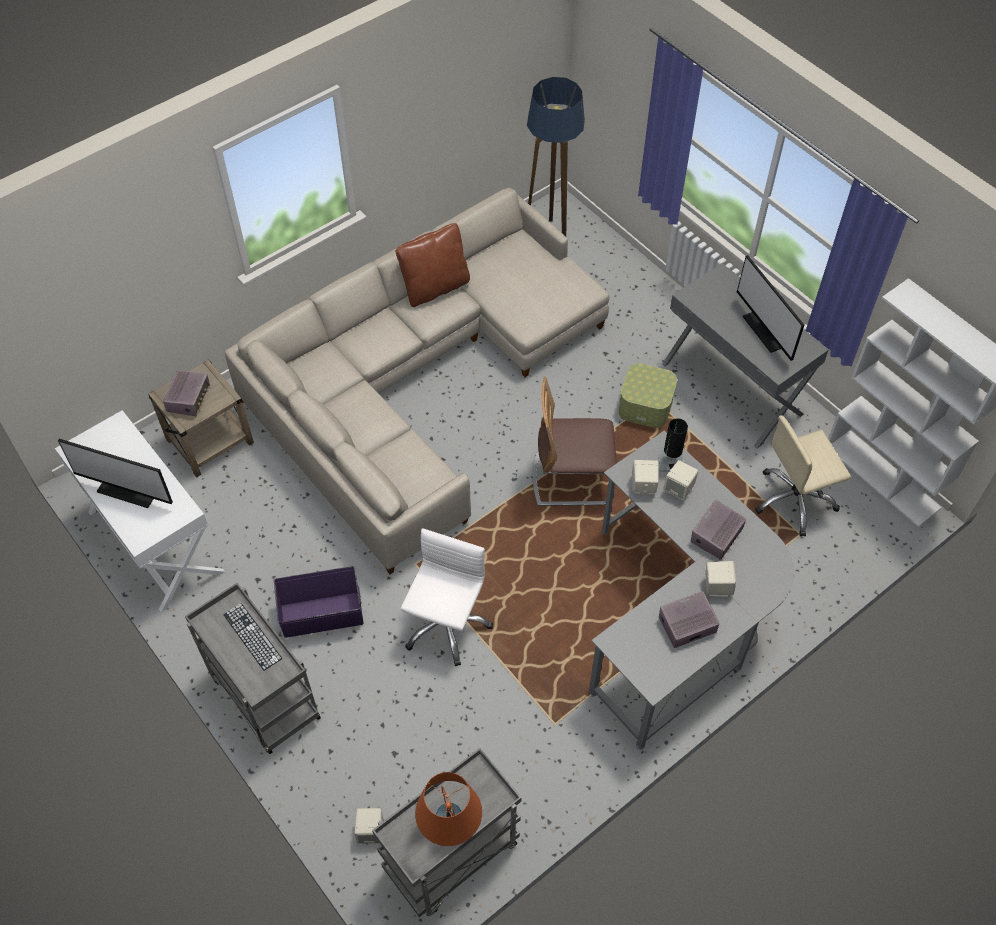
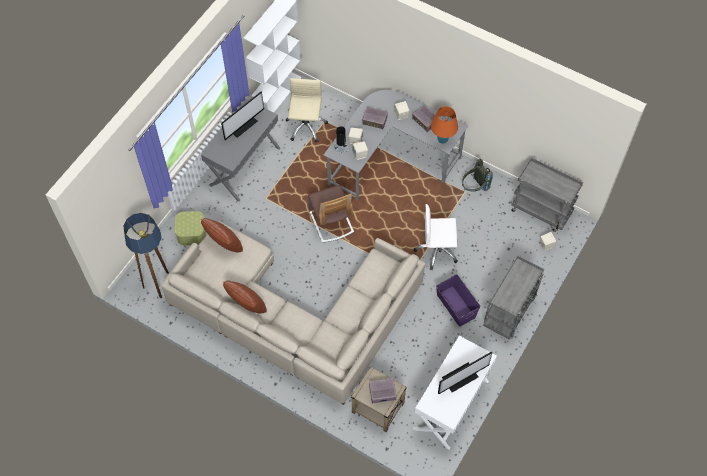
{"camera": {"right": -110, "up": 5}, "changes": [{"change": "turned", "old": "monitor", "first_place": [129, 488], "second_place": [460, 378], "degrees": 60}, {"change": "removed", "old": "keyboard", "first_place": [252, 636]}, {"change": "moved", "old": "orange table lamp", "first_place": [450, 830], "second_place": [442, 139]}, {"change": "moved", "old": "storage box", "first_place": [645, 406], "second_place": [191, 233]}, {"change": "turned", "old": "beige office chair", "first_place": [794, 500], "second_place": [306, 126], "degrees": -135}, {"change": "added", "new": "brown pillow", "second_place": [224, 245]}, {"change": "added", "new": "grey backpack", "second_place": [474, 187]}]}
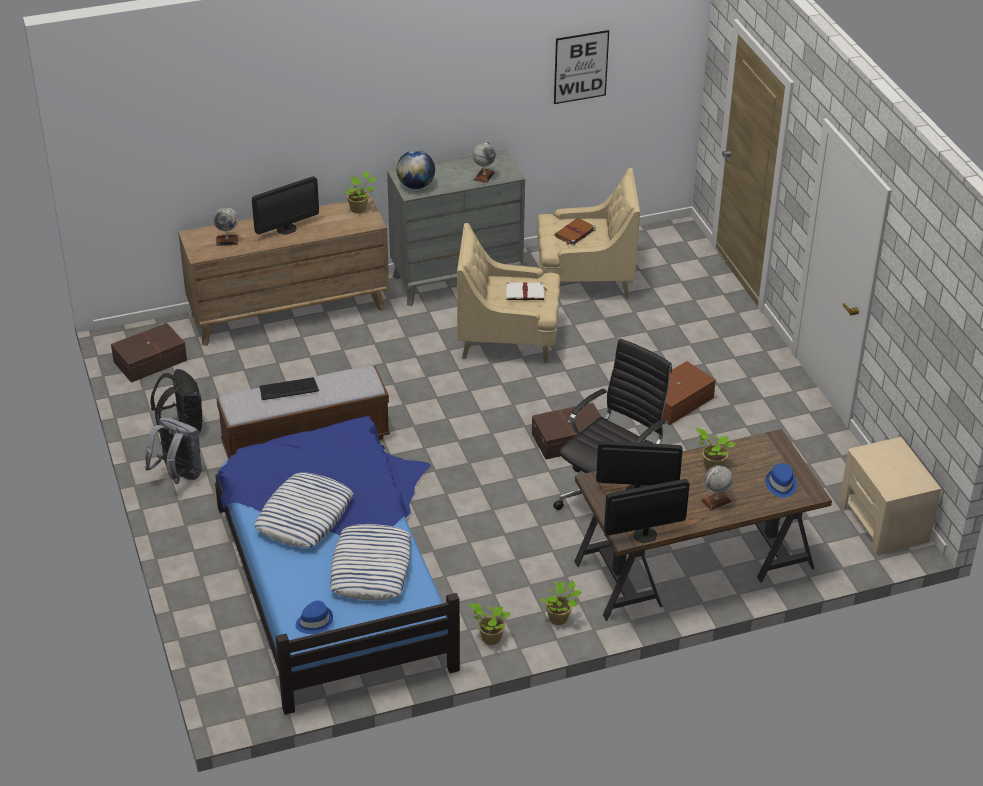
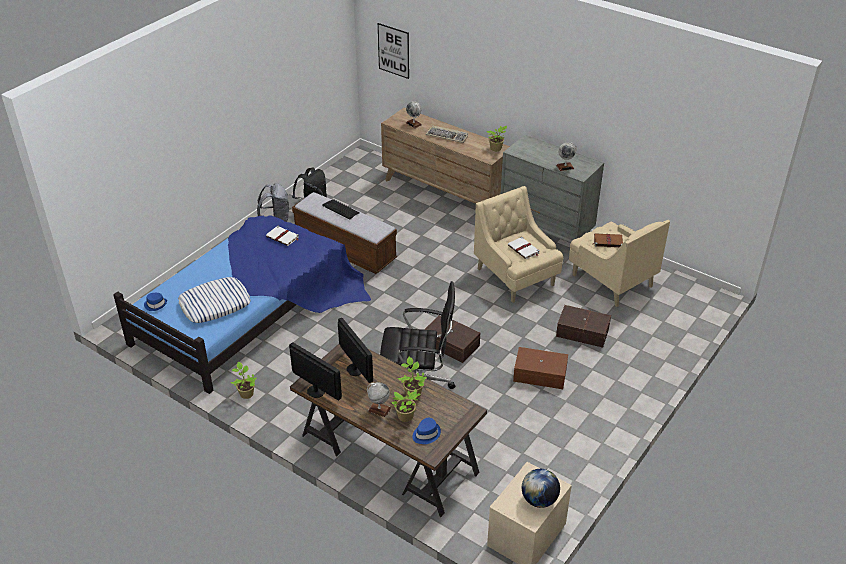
{"camera": {"right": 55, "up": 0}, "changes": [{"change": "moved", "old": "brown storage box", "first_place": [149, 361], "second_place": [582, 331]}, {"change": "replaced", "old": "monitor", "new": "keyboard", "first_place": [286, 229], "second_place": [447, 135]}, {"change": "removed", "old": "pillow", "first_place": [304, 516]}, {"change": "moved", "old": "globe", "first_place": [416, 185], "second_place": [539, 500]}, {"change": "moved", "old": "potted plant", "first_place": [559, 618], "second_place": [406, 417]}, {"change": "moved", "old": "picture", "first_place": [581, 67], "second_place": [393, 50]}, {"change": "added", "new": "white book", "second_place": [283, 237]}]}
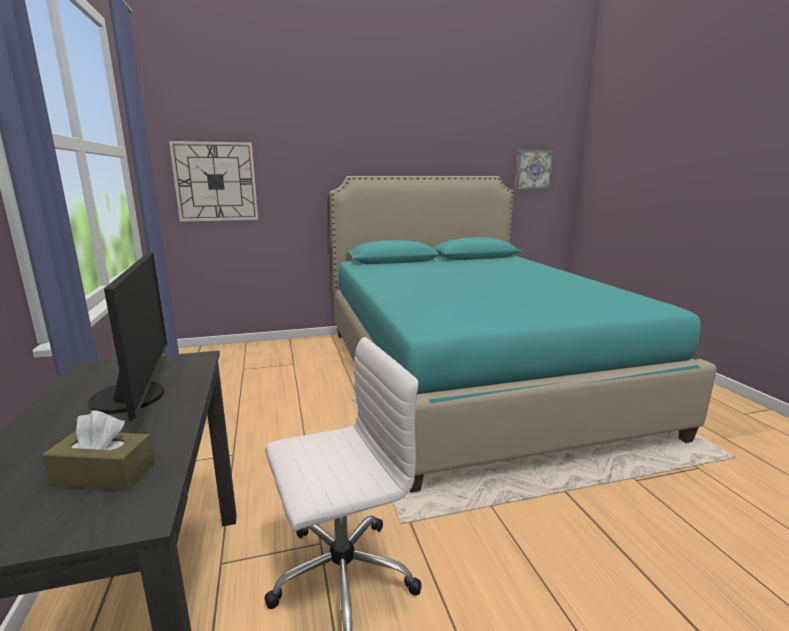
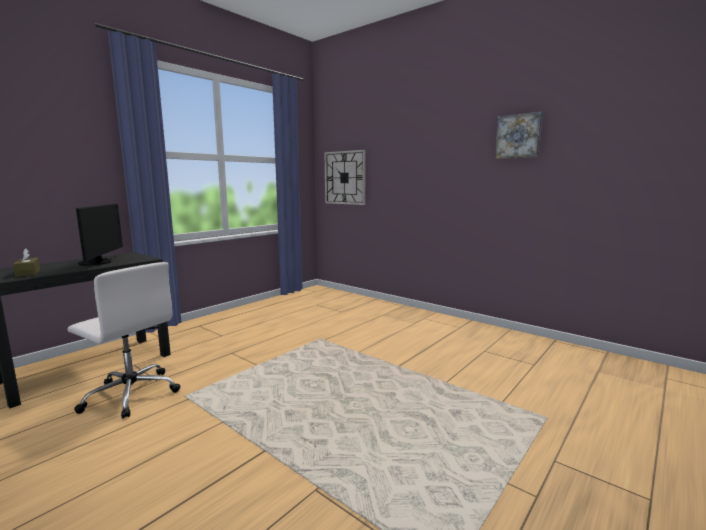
{"camera": {"right": 55, "up": -5}, "changes": [{"change": "turned", "old": "monitor", "first_place": [137, 396], "second_place": [99, 262], "degrees": -45}, {"change": "removed", "old": "turquoise bed", "first_place": [470, 376]}, {"change": "moved", "old": "picture", "first_place": [532, 169], "second_place": [518, 136]}]}
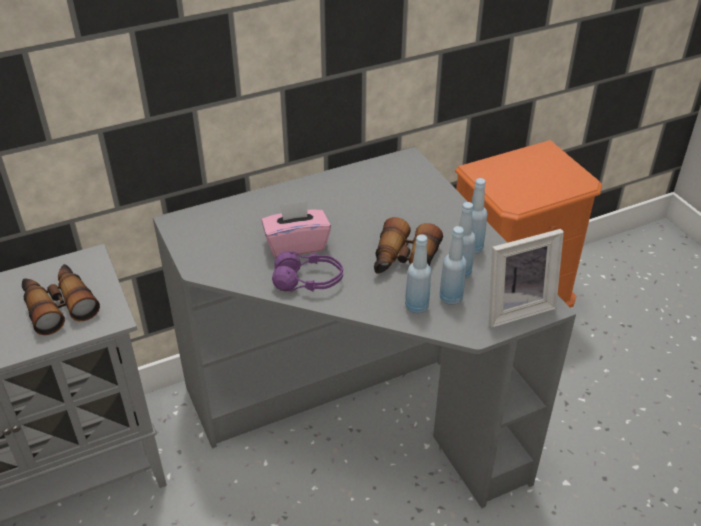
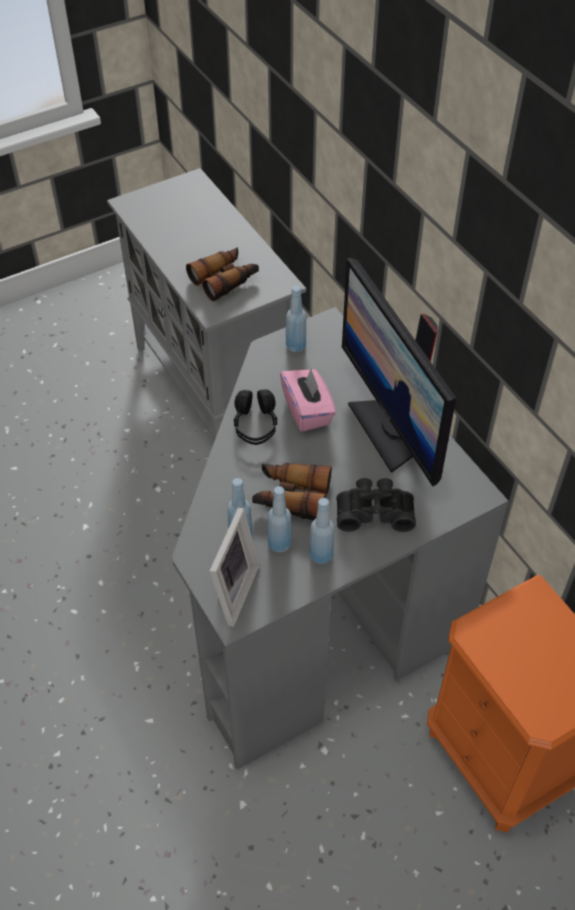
{"camera": {"right": 85, "up": 10}, "changes": [{"change": "recoloured", "old": "purple headphones", "new": "black headphones", "first_place": [308, 281], "second_place": [255, 425]}, {"change": "moved", "old": "blue bottle", "first_place": [416, 306], "second_place": [295, 346]}, {"change": "turned", "old": "picture frame", "first_place": [515, 307], "second_place": [230, 591], "degrees": -135}, {"change": "added", "new": "black binoculars", "second_place": [374, 511]}, {"change": "added", "new": "monitor", "second_place": [391, 430]}]}
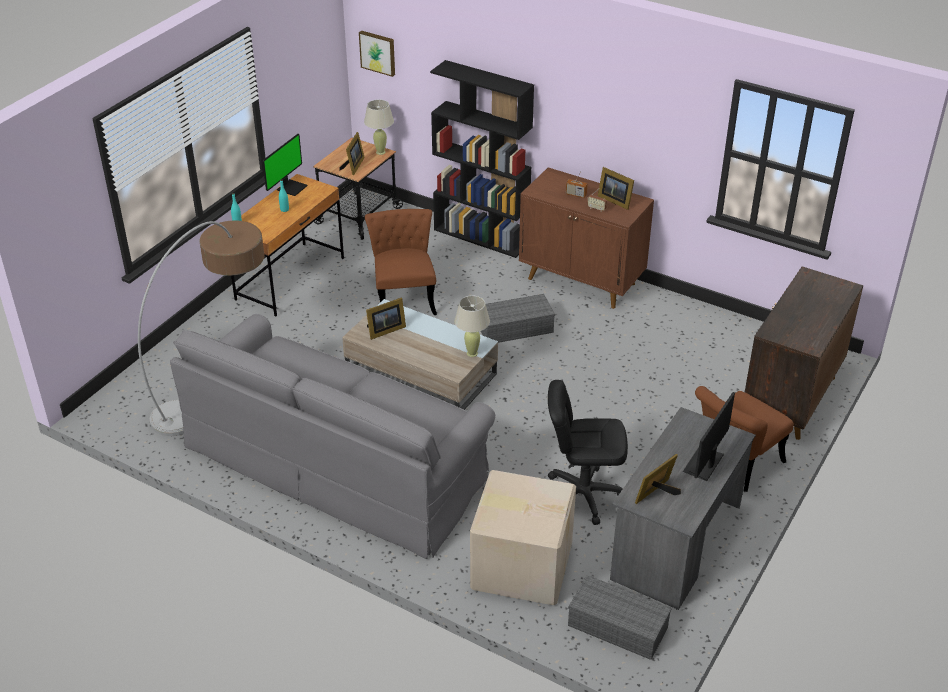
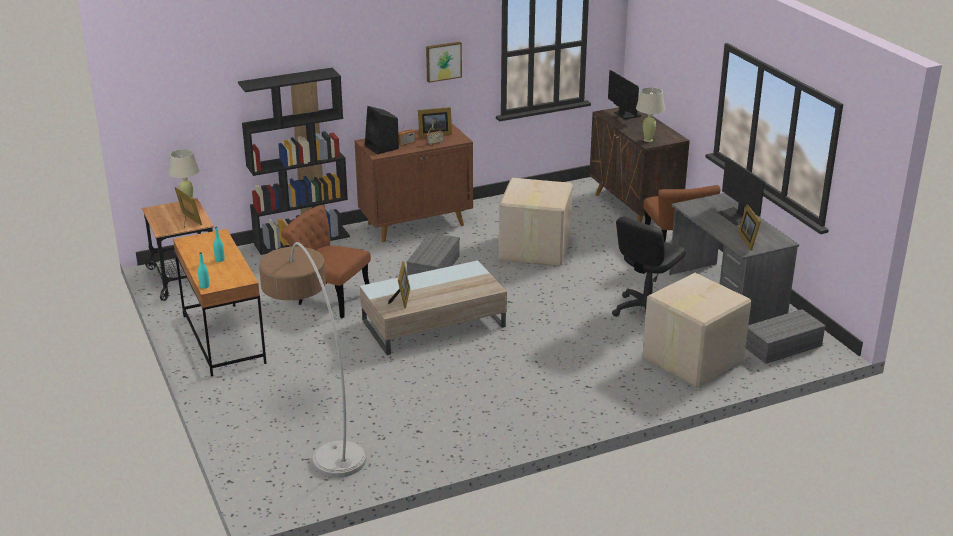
{"camera": {"right": -55, "up": -10}, "changes": [{"change": "removed", "old": "grey sofa", "first_place": [338, 462]}, {"change": "moved", "old": "monitor", "first_place": [291, 187], "second_place": [626, 114]}, {"change": "moved", "old": "picture", "first_place": [378, 52], "second_place": [443, 61]}, {"change": "moved", "old": "beige table lamp", "first_place": [472, 353], "second_place": [648, 140]}, {"change": "added", "new": "black speaker", "second_place": [382, 147]}, {"change": "added", "new": "cardboard box", "second_place": [533, 249]}]}
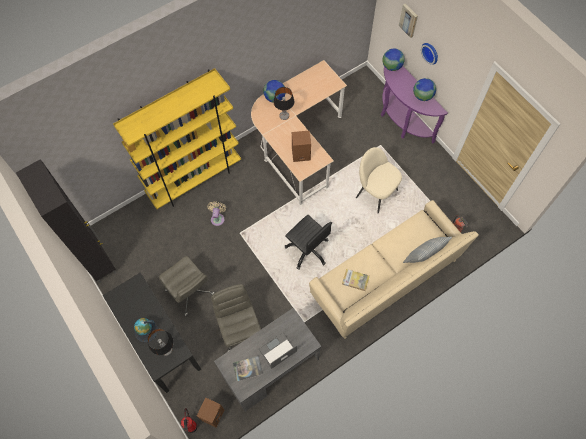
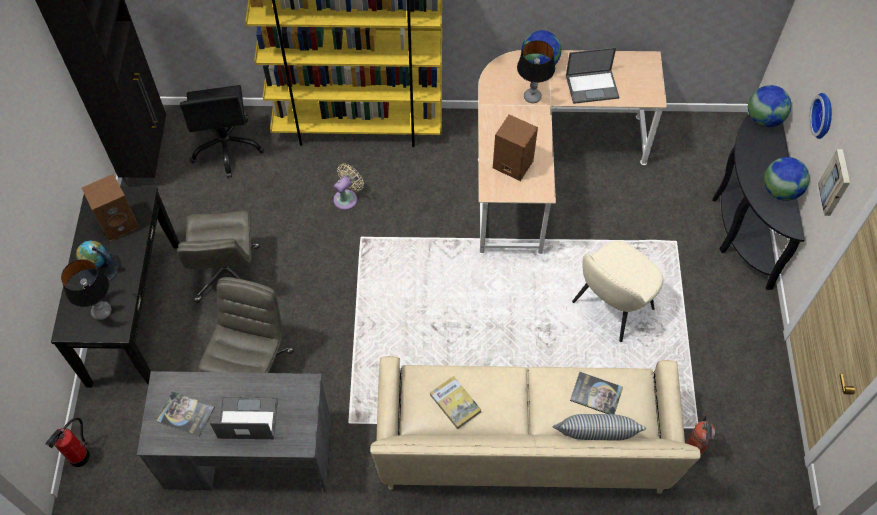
{"camera": {"right": 35, "up": -5}, "changes": [{"change": "moved", "old": "brown speaker", "first_place": [212, 414], "second_place": [119, 222]}, {"change": "moved", "old": "black office chair", "first_place": [308, 249], "second_place": [227, 147]}, {"change": "turned", "old": "beige chair", "first_place": [375, 193], "second_place": [611, 307], "degrees": -120}, {"change": "recoloured", "old": "purple console table", "new": "black console table", "first_place": [401, 120], "second_place": [740, 224]}, {"change": "moved", "old": "picture", "first_place": [409, 20], "second_place": [836, 183]}, {"change": "added", "new": "laptop", "second_place": [592, 86]}, {"change": "added", "new": "book", "second_place": [596, 394]}]}
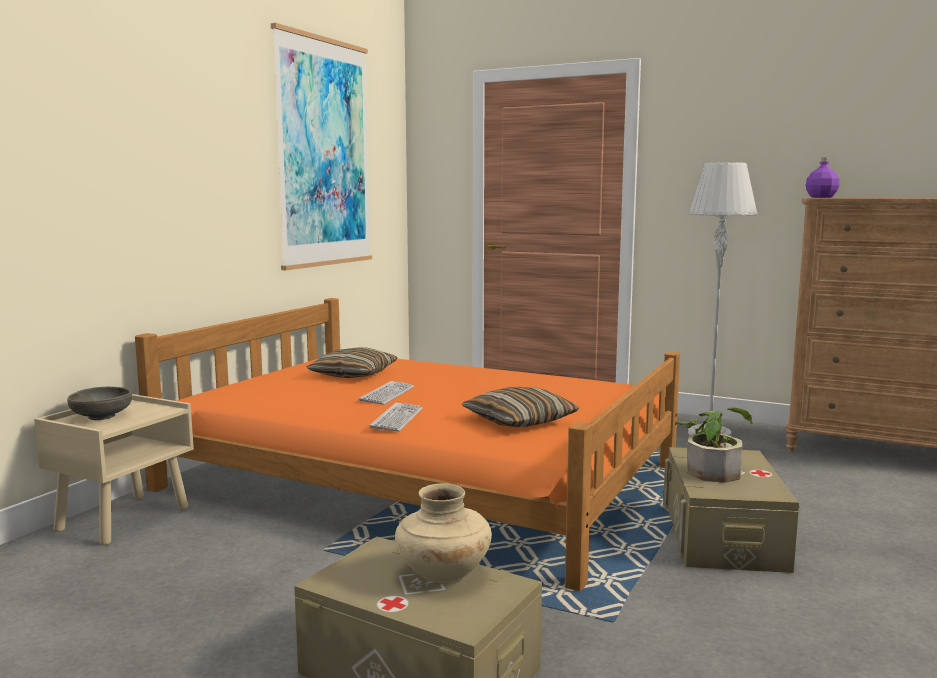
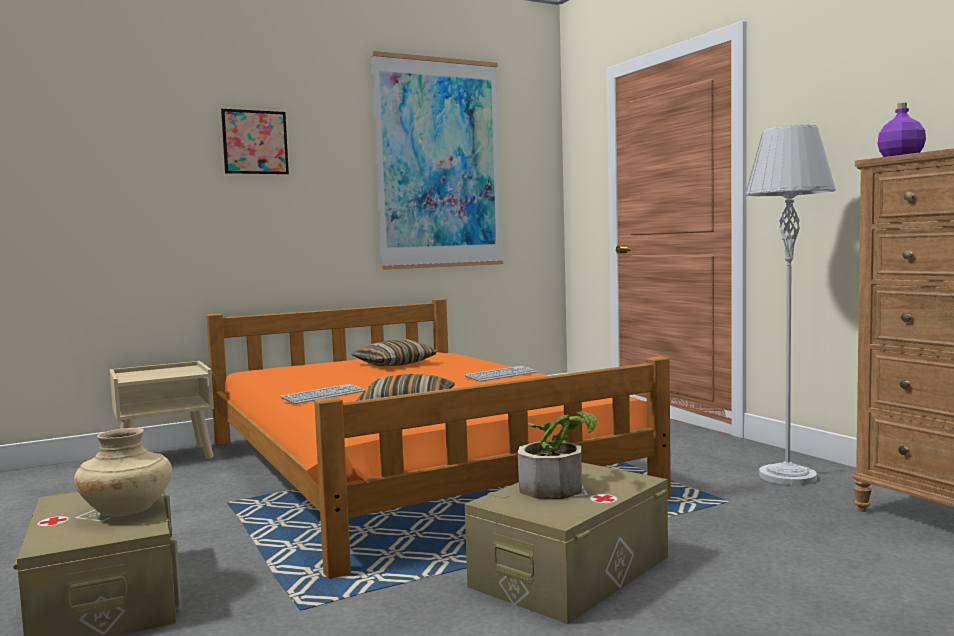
{"camera": {"right": 35, "up": -5}, "changes": [{"change": "removed", "old": "grey bowl", "first_place": [102, 416]}, {"change": "moved", "old": "keyboard", "first_place": [387, 394], "second_place": [501, 375]}, {"change": "added", "new": "picture", "second_place": [255, 142]}]}
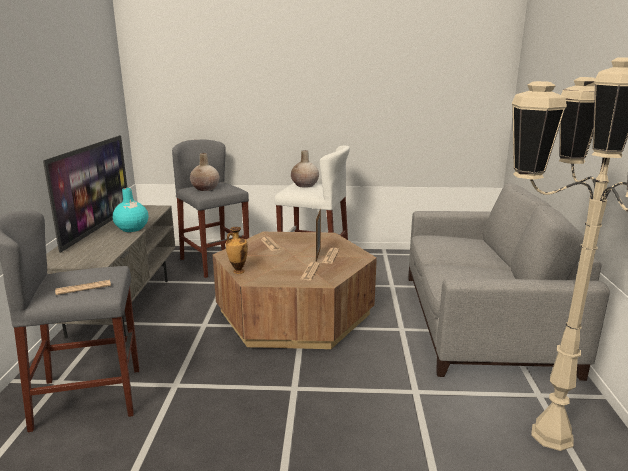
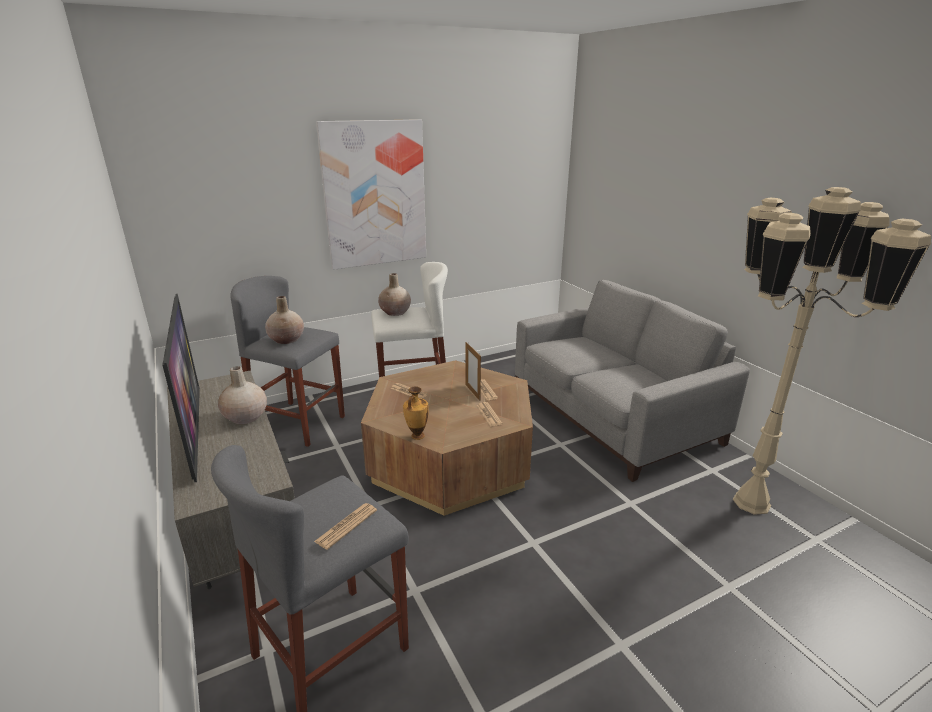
{"camera": {"right": -30, "up": 5}, "changes": [{"change": "recoloured", "old": "turquoise vase", "new": "beige vase", "first_place": [132, 229], "second_place": [245, 417]}, {"change": "added", "new": "picture", "second_place": [374, 194]}]}
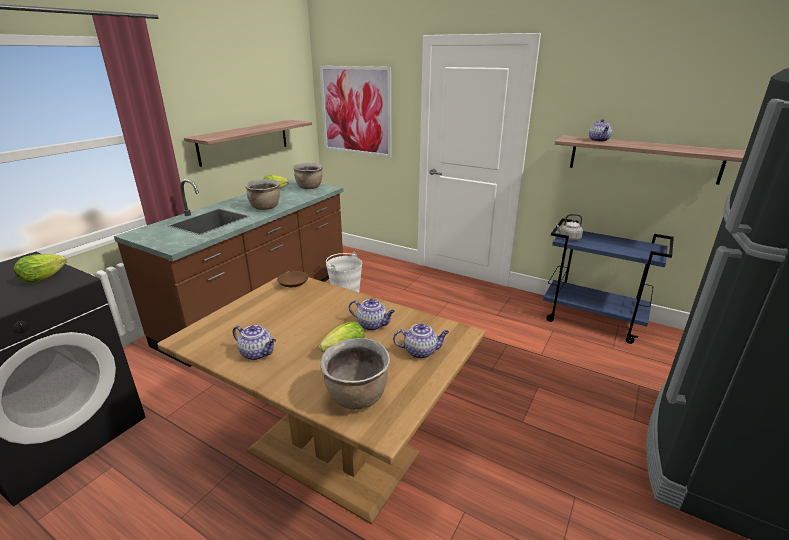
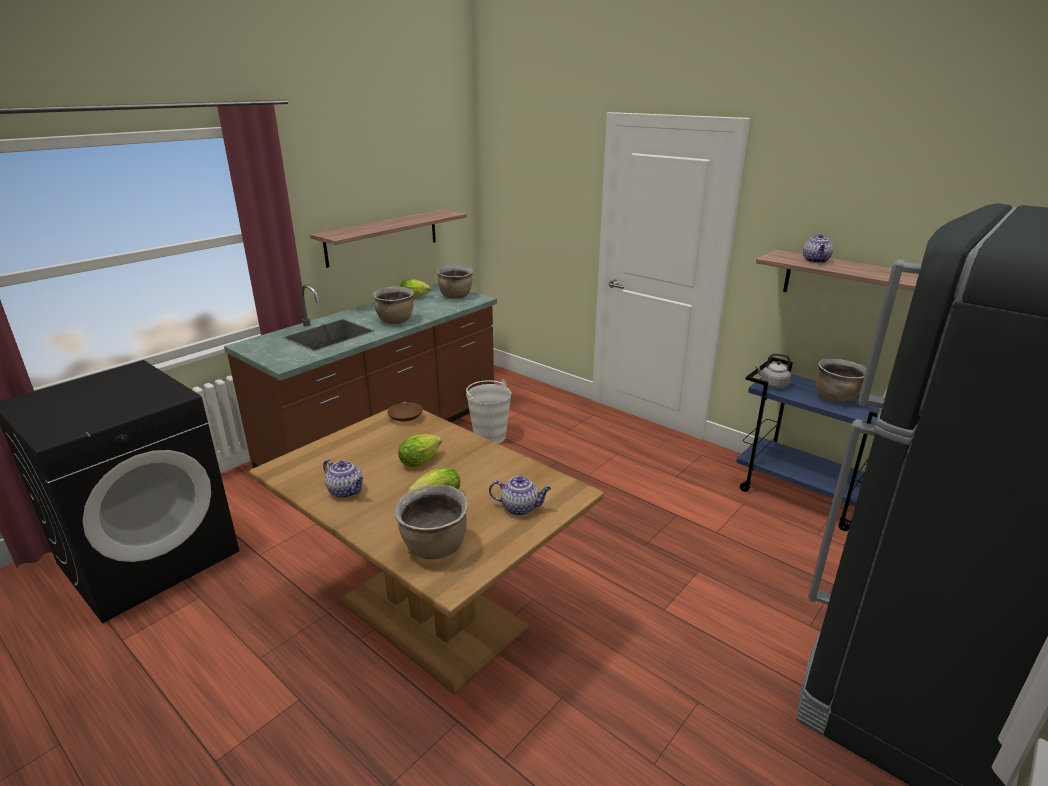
{"camera": {"right": 10, "up": 0}, "changes": [{"change": "moved", "old": "lettuce", "first_place": [46, 277], "second_place": [422, 460]}, {"change": "removed", "old": "picture", "first_place": [356, 111]}, {"change": "removed", "old": "teapot", "first_place": [372, 325]}, {"change": "added", "new": "brown cooking pot", "second_place": [835, 398]}]}
